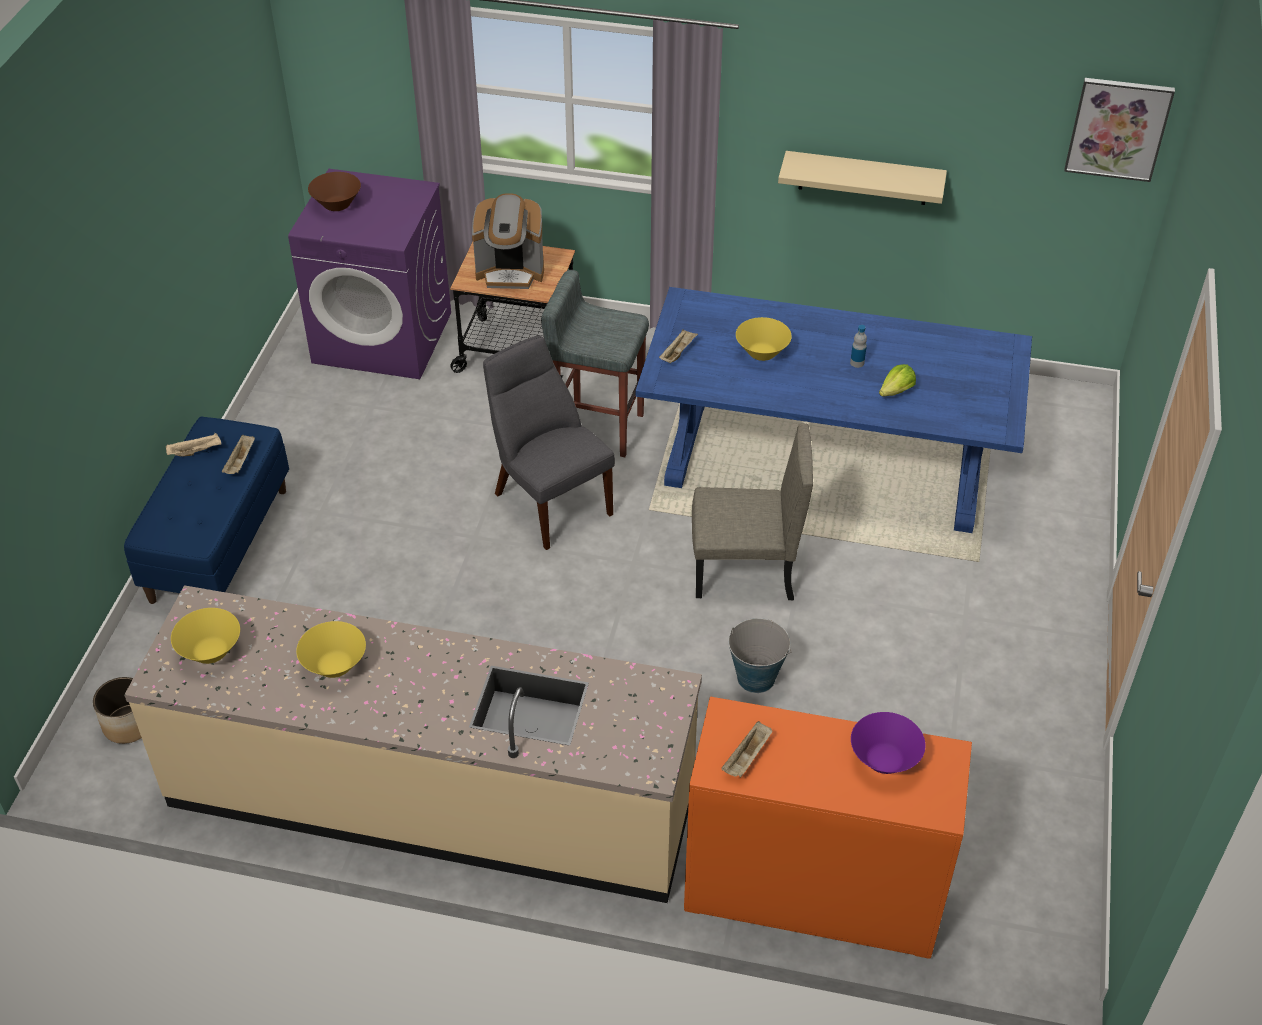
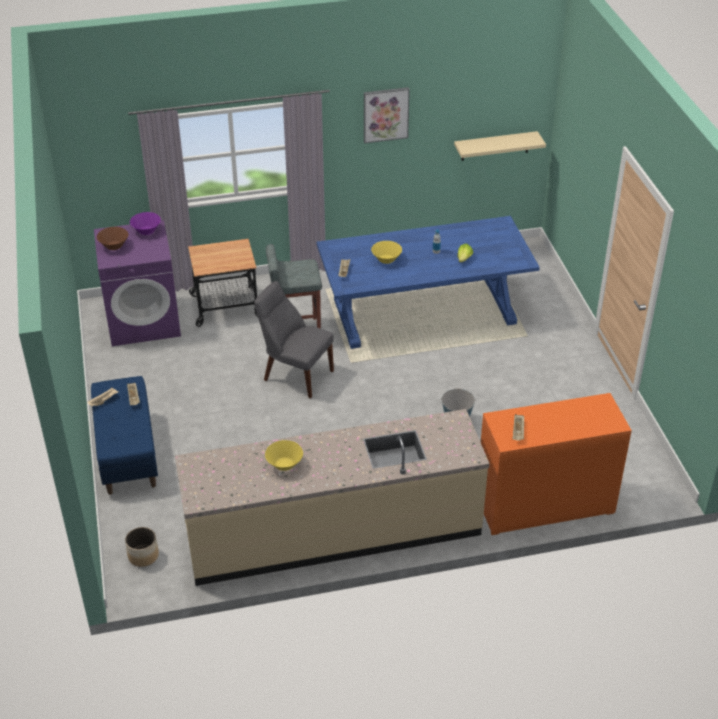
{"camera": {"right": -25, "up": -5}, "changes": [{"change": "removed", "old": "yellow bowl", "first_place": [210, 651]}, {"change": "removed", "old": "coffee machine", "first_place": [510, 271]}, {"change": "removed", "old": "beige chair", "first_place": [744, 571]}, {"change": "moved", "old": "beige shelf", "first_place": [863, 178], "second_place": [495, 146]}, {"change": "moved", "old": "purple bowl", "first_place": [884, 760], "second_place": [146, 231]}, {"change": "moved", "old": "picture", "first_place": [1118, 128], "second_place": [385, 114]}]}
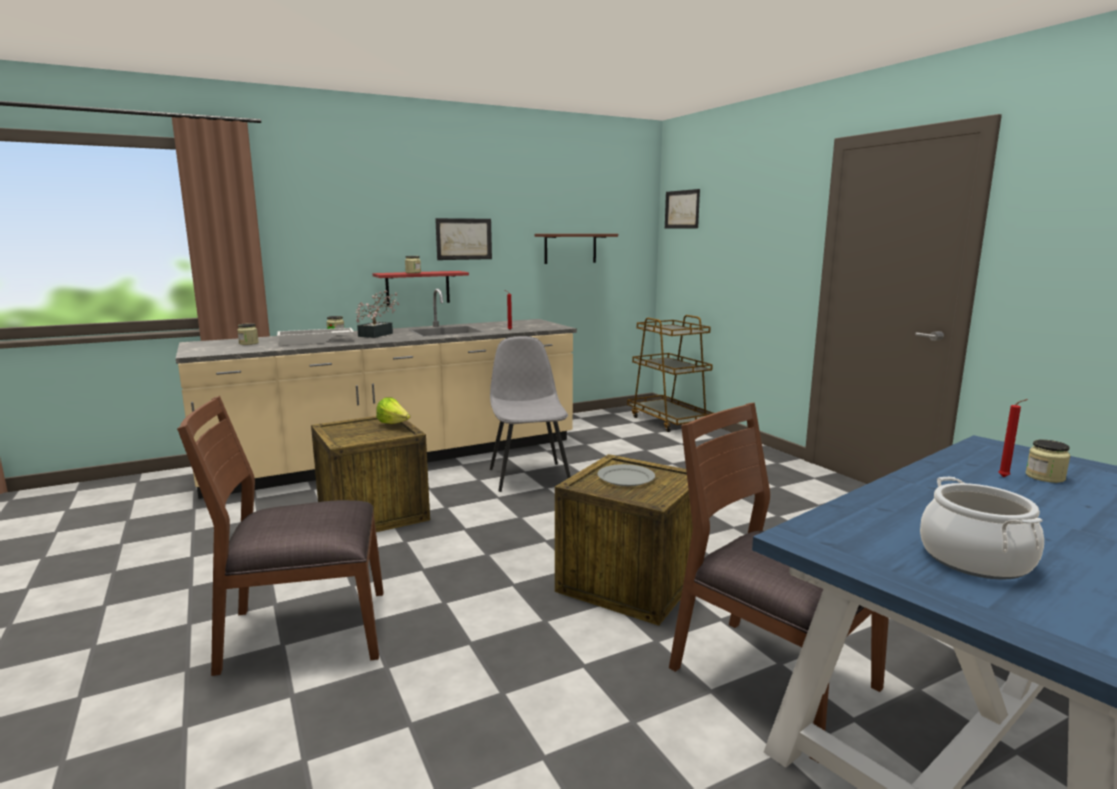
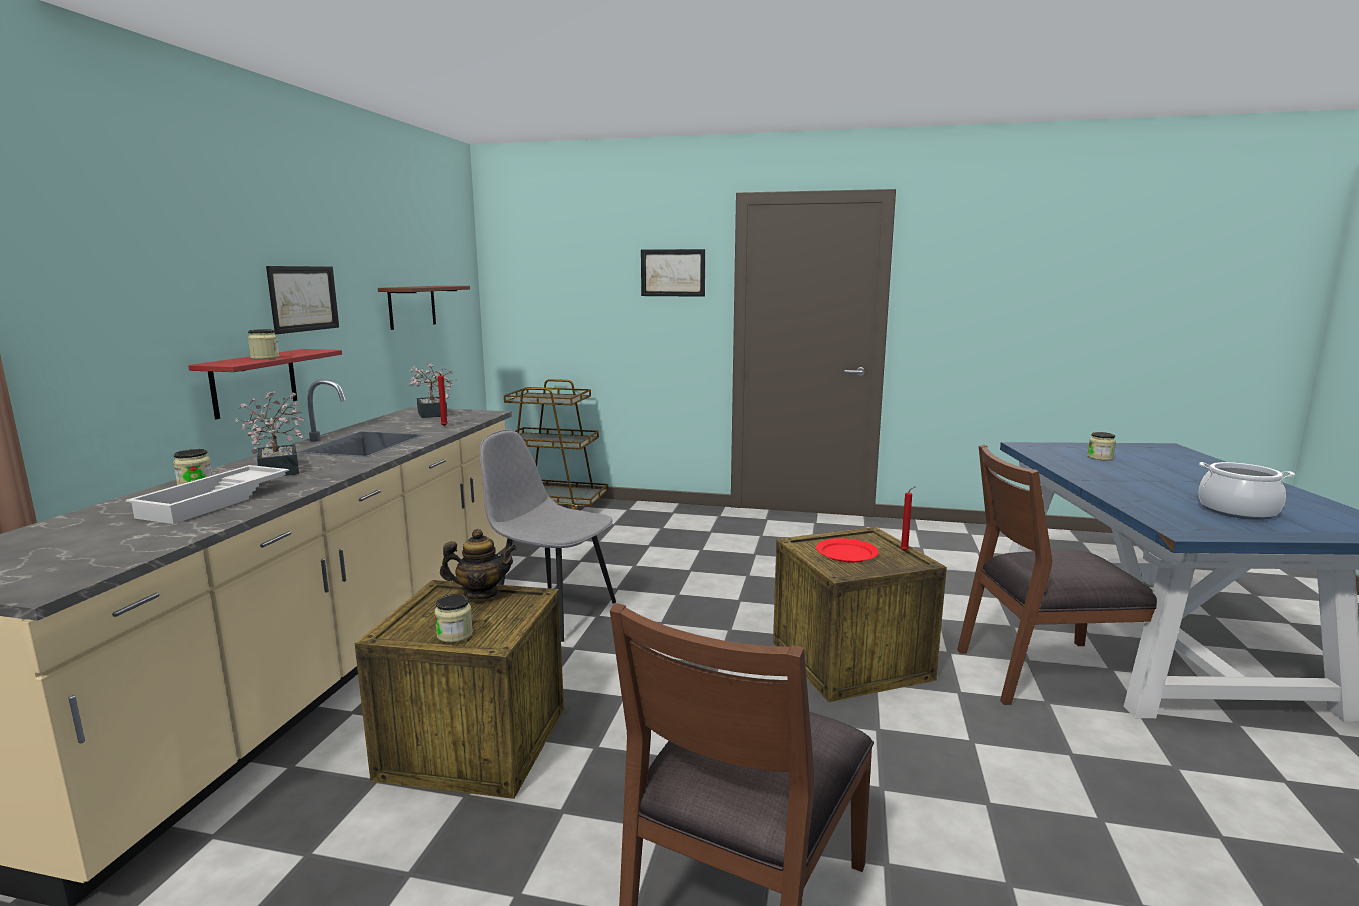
{"camera": {"right": -50, "up": 0}, "changes": [{"change": "moved", "old": "jar", "first_place": [248, 343], "second_place": [455, 634]}, {"change": "replaced", "old": "lettuce", "new": "teapot", "first_place": [394, 424], "second_place": [481, 594]}, {"change": "recoloured", "old": "grey plate", "new": "red plate", "first_place": [625, 478], "second_place": [847, 553]}, {"change": "moved", "old": "picture", "first_place": [682, 209], "second_place": [673, 273]}, {"change": "moved", "old": "red candle", "first_place": [1005, 477], "second_place": [905, 551]}, {"change": "added", "new": "potted plant", "second_place": [432, 414]}]}
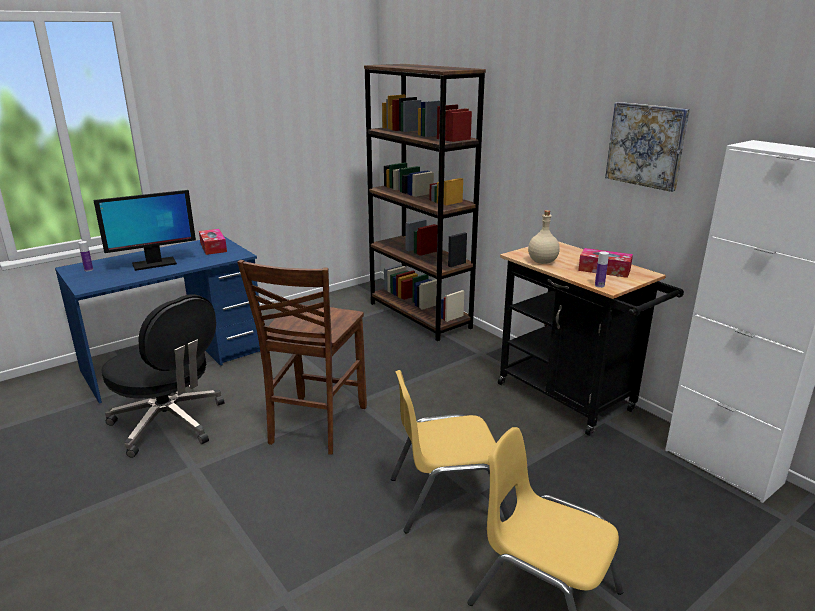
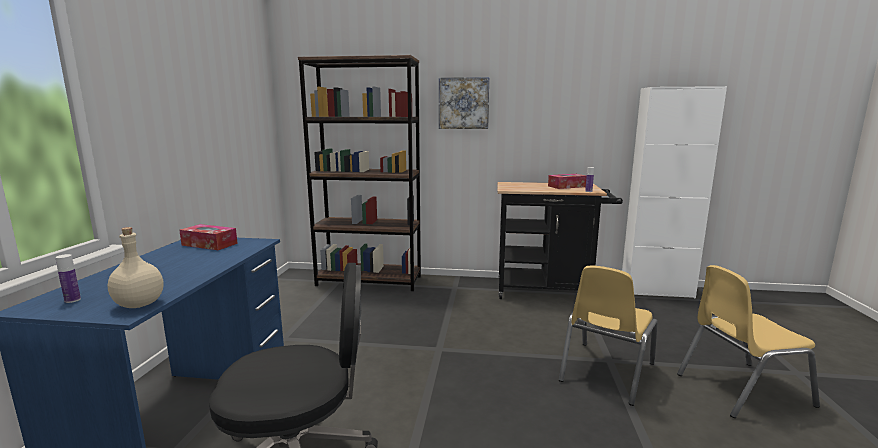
{"camera": {"right": -45, "up": -10}, "changes": [{"change": "removed", "old": "monitor", "first_place": [154, 264]}, {"change": "removed", "old": "brown chair", "first_place": [315, 425]}, {"change": "moved", "old": "beige bottle", "first_place": [542, 262], "second_place": [139, 305]}, {"change": "moved", "old": "picture", "first_place": [646, 145], "second_place": [463, 103]}]}
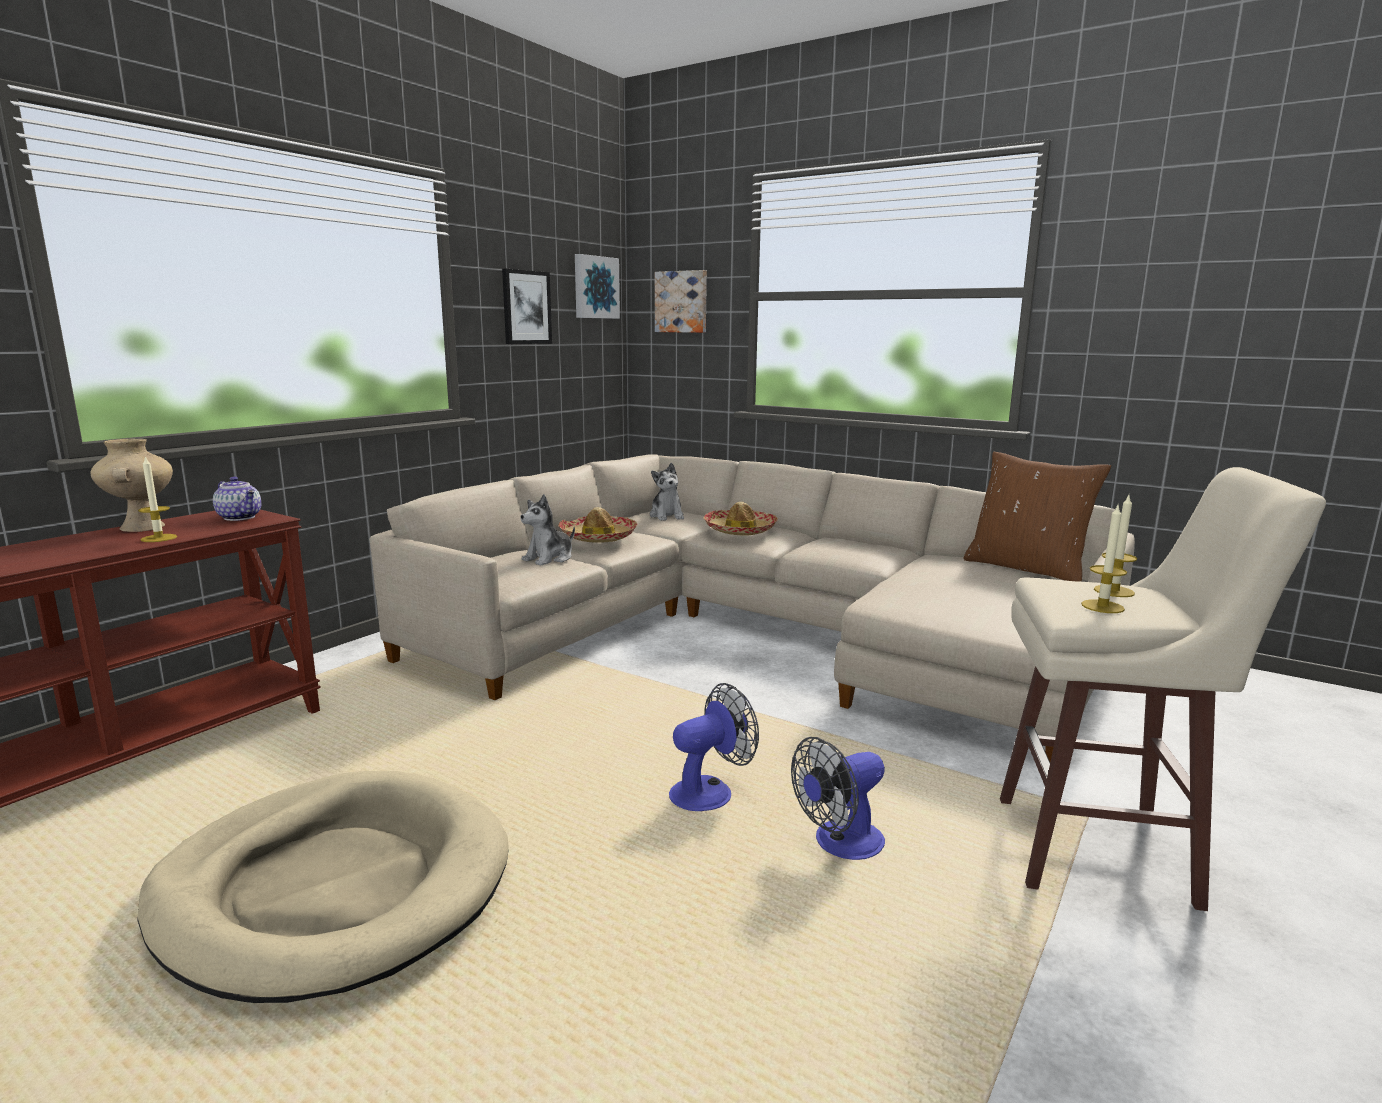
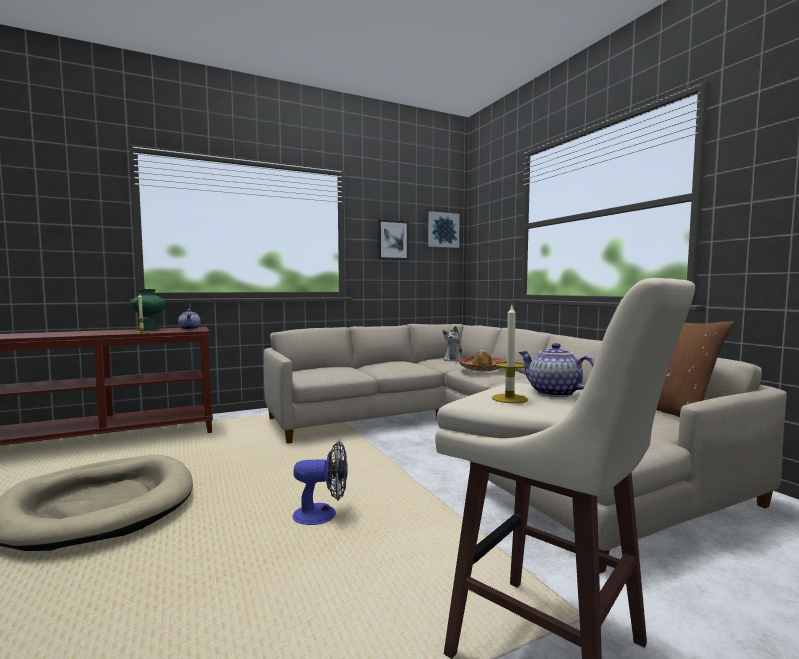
{"camera": {"right": 30, "up": -10}, "changes": [{"change": "recoloured", "old": "beige vase", "new": "green vase", "first_place": [141, 527], "second_place": [149, 329]}, {"change": "removed", "old": "plush toy", "first_place": [549, 558]}, {"change": "removed", "old": "hat", "first_place": [598, 537]}, {"change": "removed", "old": "picture", "first_place": [682, 302]}, {"change": "removed", "old": "fan", "first_place": [839, 844]}, {"change": "replaced", "old": "candle", "new": "teapot", "first_place": [1114, 591], "second_place": [553, 393]}]}
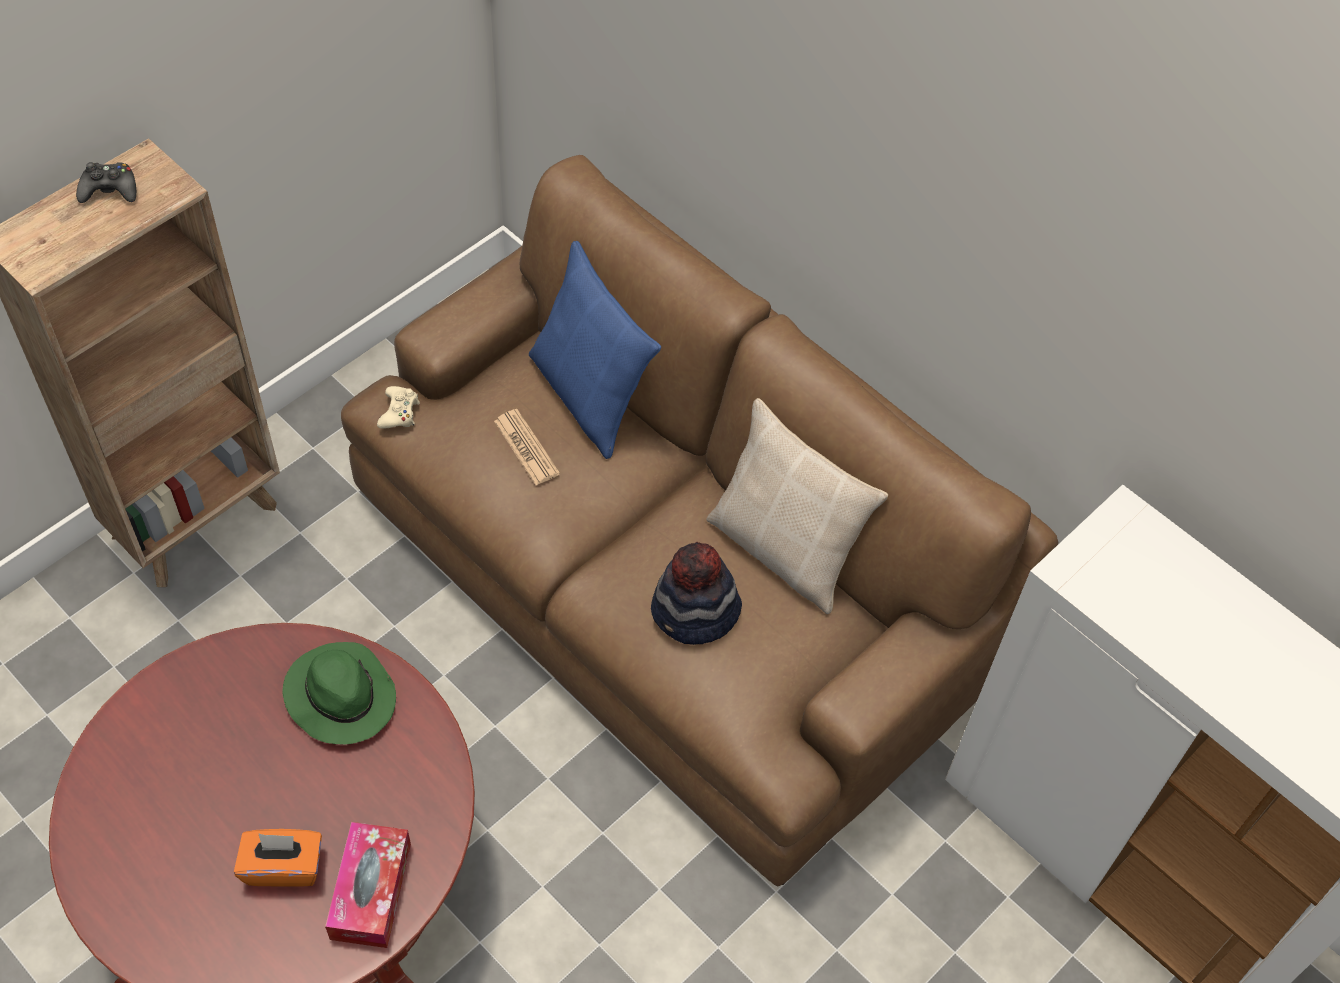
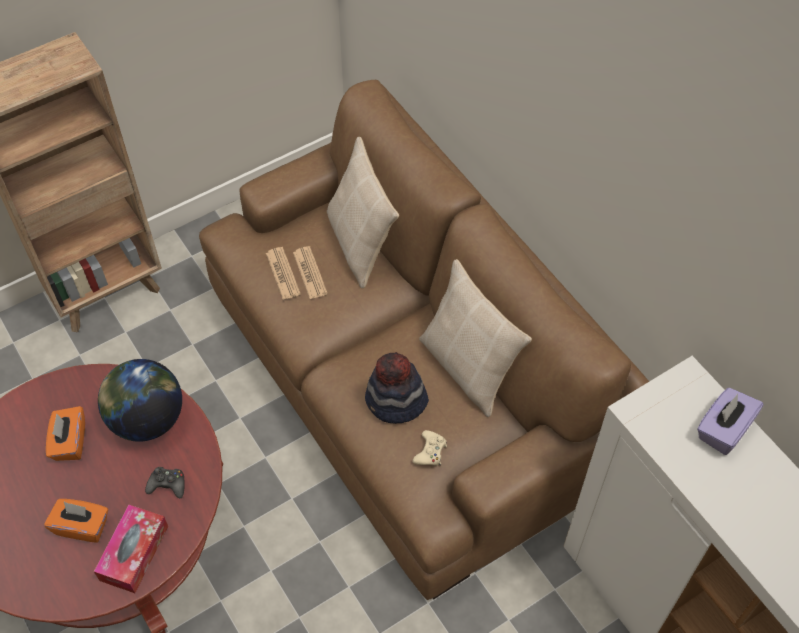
{"camera": {"right": 15, "up": 0}, "changes": [{"change": "moved", "old": "black game controller", "first_place": [109, 190], "second_place": [167, 484]}, {"change": "replaced", "old": "green hat", "new": "globe", "first_place": [339, 696], "second_place": [147, 419]}, {"change": "moved", "old": "beige game controller", "first_place": [399, 412], "second_place": [430, 452]}, {"change": "recoloured", "old": "blue pillow", "new": "beige pillow", "first_place": [590, 396], "second_place": [361, 244]}, {"change": "added", "new": "orange tissue box", "second_place": [69, 442]}, {"change": "added", "new": "newspaper", "second_place": [283, 273]}, {"change": "added", "new": "purple tissue box", "second_place": [723, 430]}]}
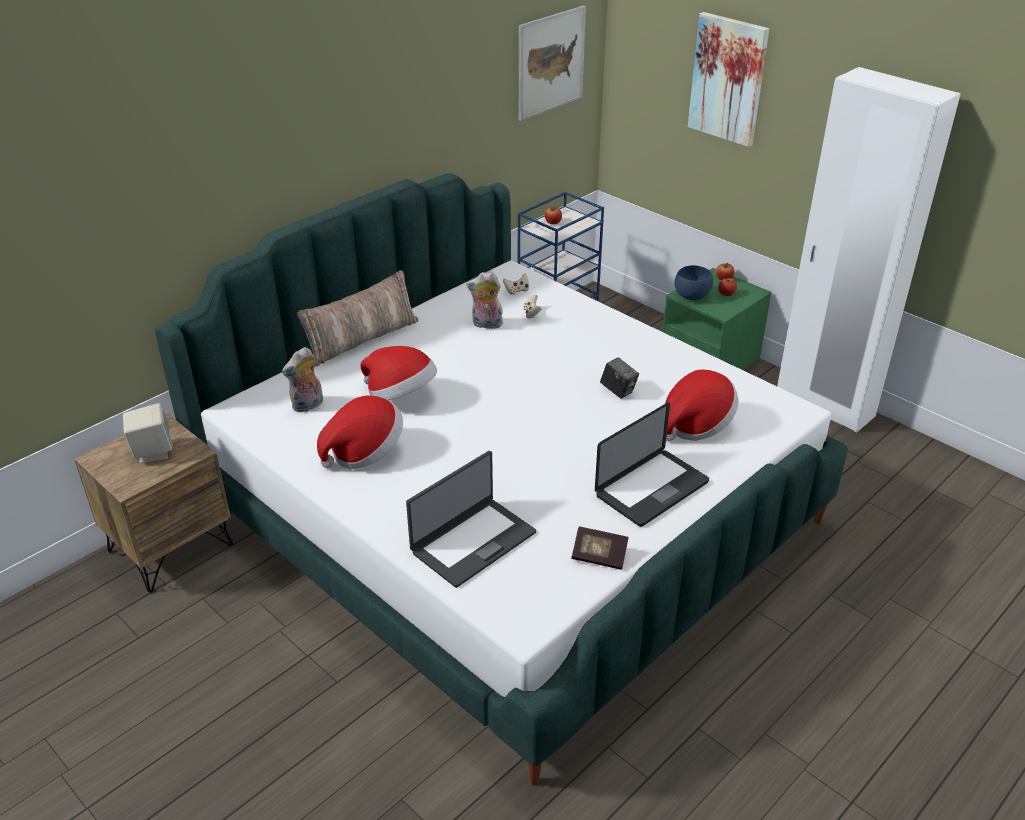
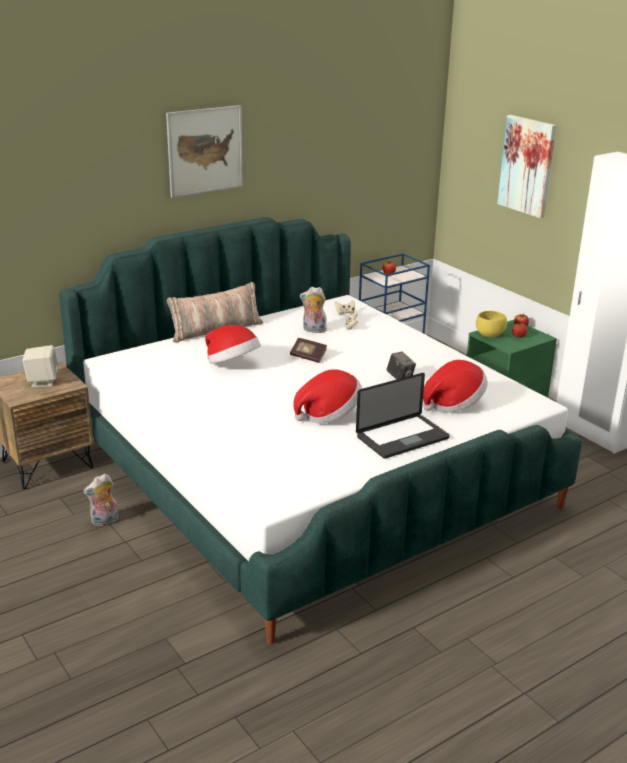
{"camera": {"right": 10, "up": -10}, "changes": [{"change": "moved", "old": "plush toy", "first_place": [308, 406], "second_place": [104, 521]}, {"change": "moved", "old": "hat", "first_place": [364, 451], "second_place": [329, 414]}, {"change": "removed", "old": "laptop", "first_place": [472, 541]}, {"change": "moved", "old": "picture", "first_place": [551, 62], "second_place": [205, 150]}, {"change": "moved", "old": "book", "first_place": [599, 556], "second_place": [308, 357]}, {"change": "recoloured", "old": "blue bowl", "new": "yellow bowl", "first_place": [691, 296], "second_place": [489, 335]}]}
